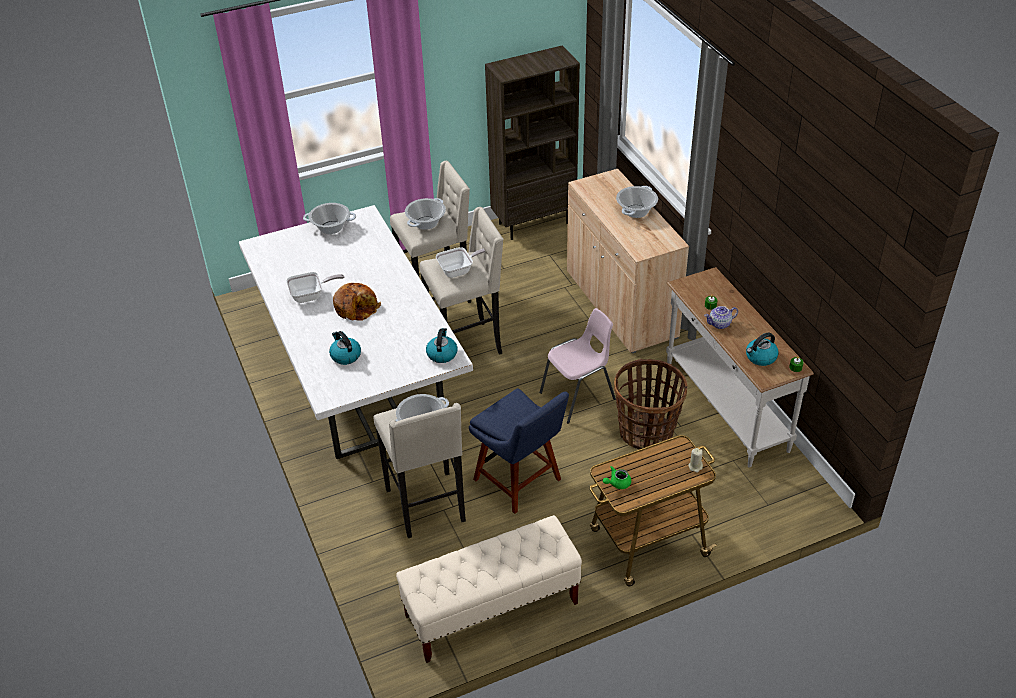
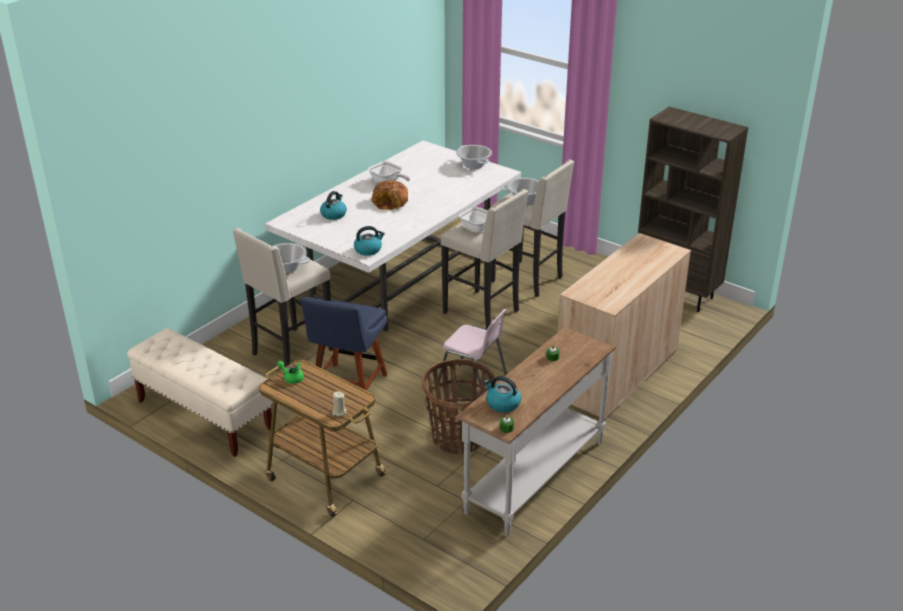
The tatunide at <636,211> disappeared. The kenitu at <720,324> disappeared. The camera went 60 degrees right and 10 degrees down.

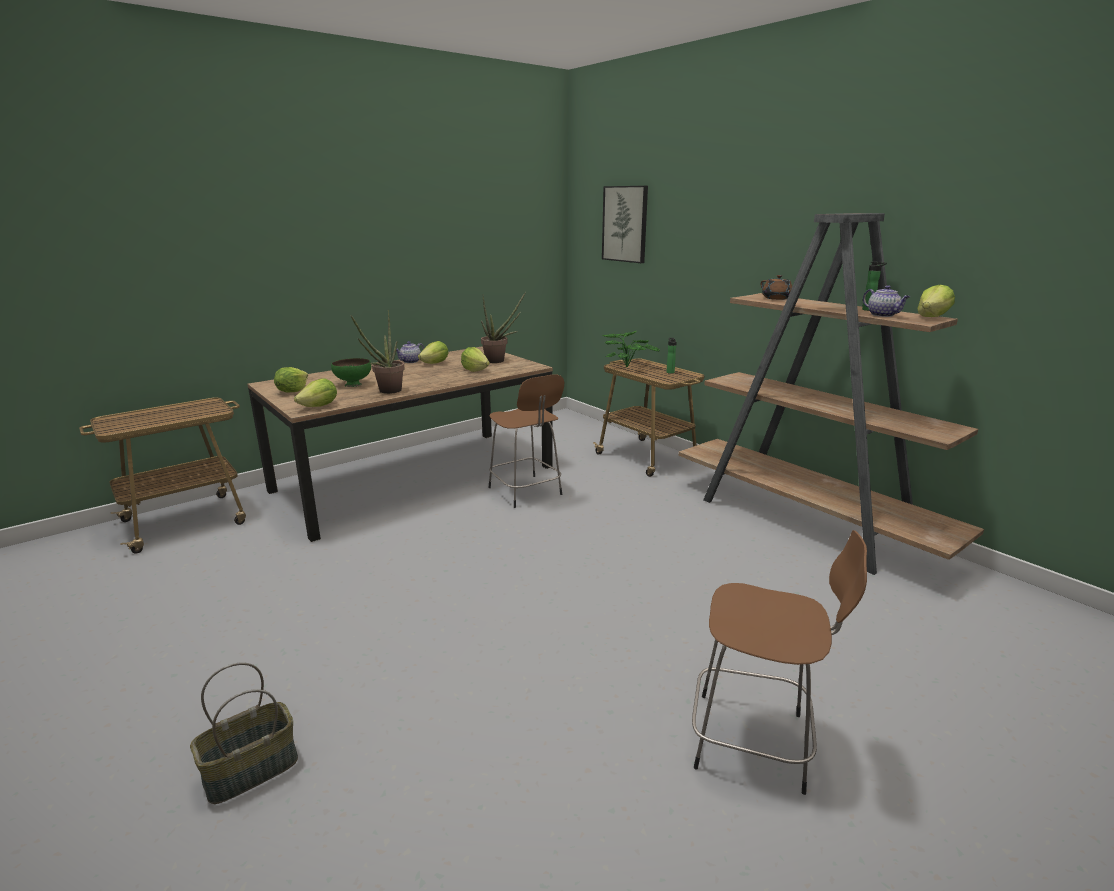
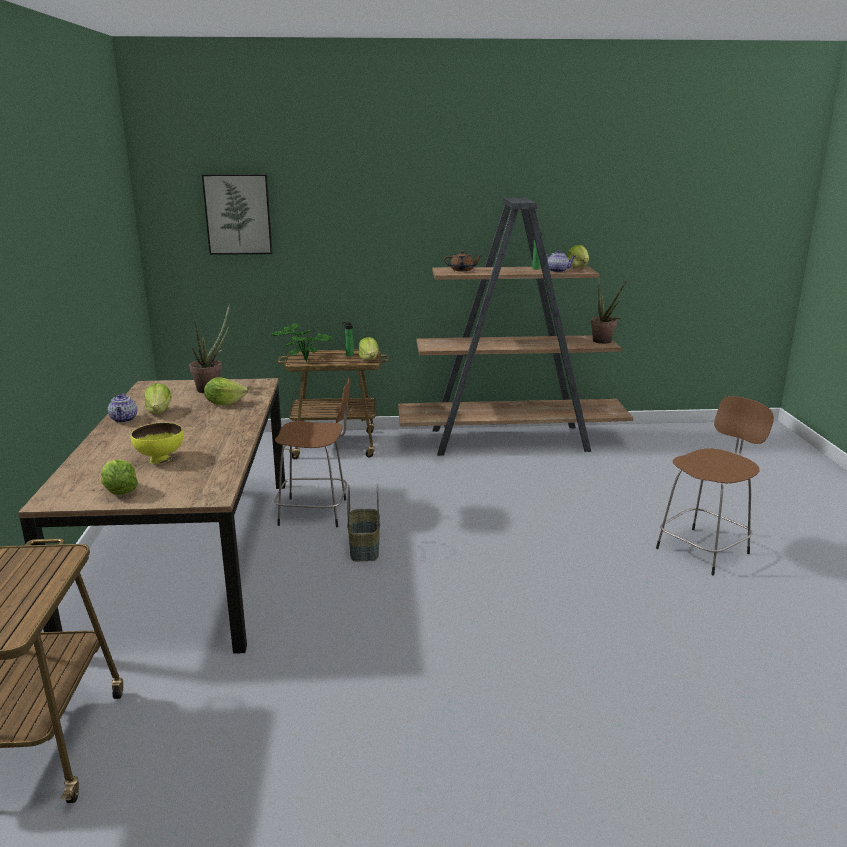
The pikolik moved from <251,772> to <365,548>. The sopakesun moved from <319,406> to <369,359>. The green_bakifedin at <353,385> became the yellow_bakifedin at <160,459>. The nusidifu moved from <386,391> to <604,342>. The camera went 55 degrees left and 0 degrees up.

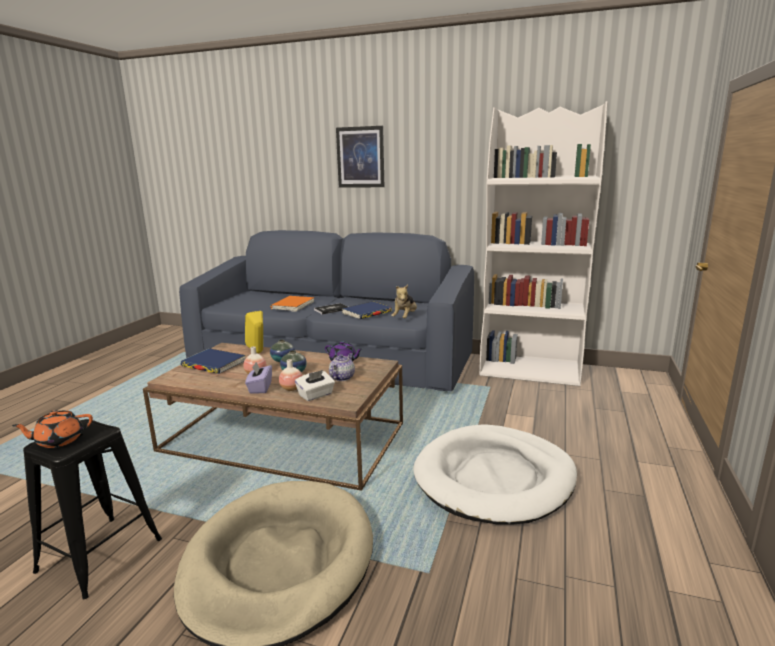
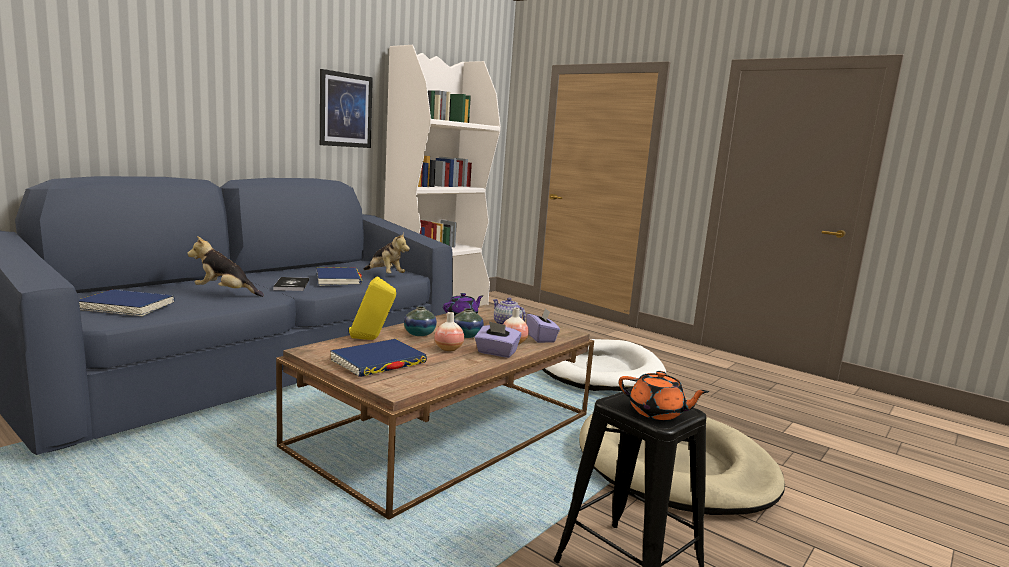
The orange_kenitu at <59,440> turned 60 degrees counterclockwise. The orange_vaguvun at <293,305> was replaced by the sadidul at <225,293>. The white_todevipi at <316,395> became the purple_todevipi at <541,338>. The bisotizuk moved from <360,157> to <345,110>. The blue_vaguvun at <126,306> appeared. The camera went 70 degrees left and 5 degrees down.

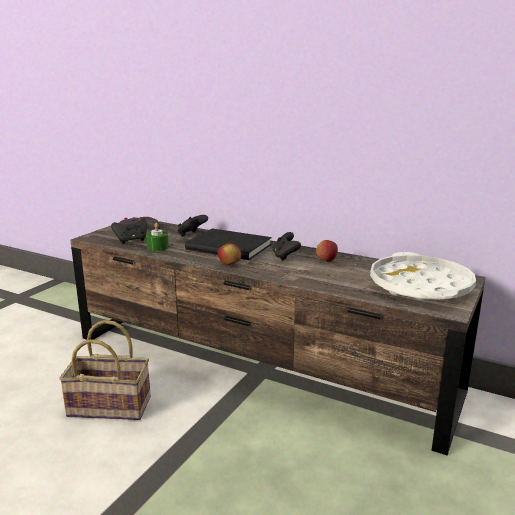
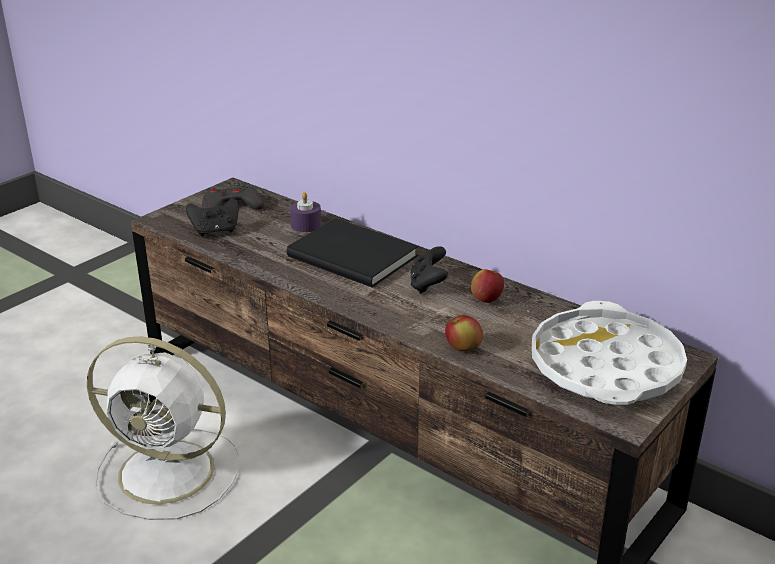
The pikolik at <112,405> was replaced by the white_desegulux at <171,472>. The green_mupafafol at <157,247> disappeared. The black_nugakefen at <191,235> was replaced by the purple_mupafafol at <306,225>. The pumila moved from <229,264> to <463,348>. The camera went 10 degrees right and 10 degrees up.

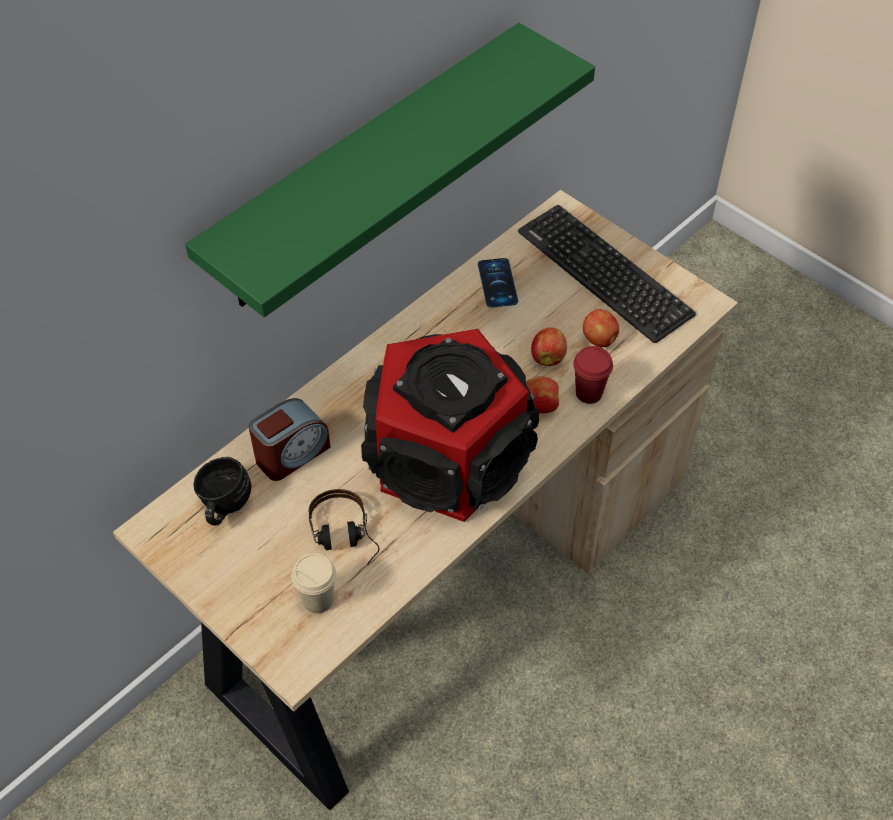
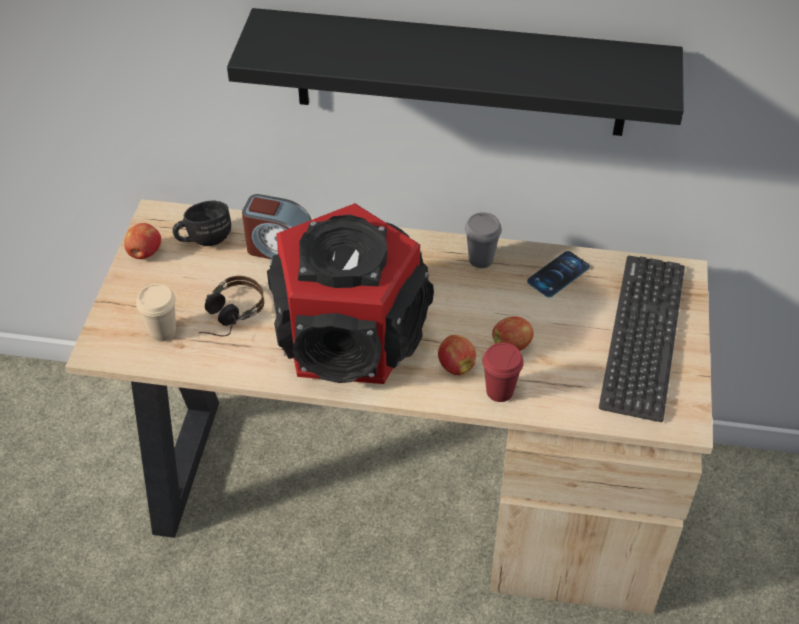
The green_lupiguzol at <367,169> became the black_lupiguzol at <460,73>. The pumila moved from <599,340> to <144,253>. The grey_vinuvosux at <480,259> appeared. The camera went 55 degrees right and 5 degrees down.

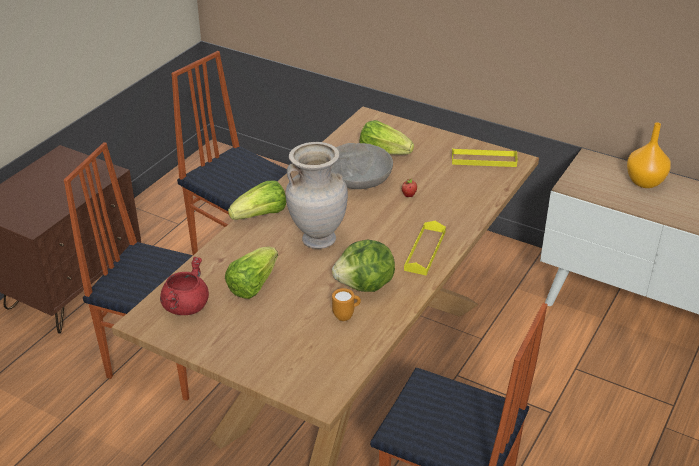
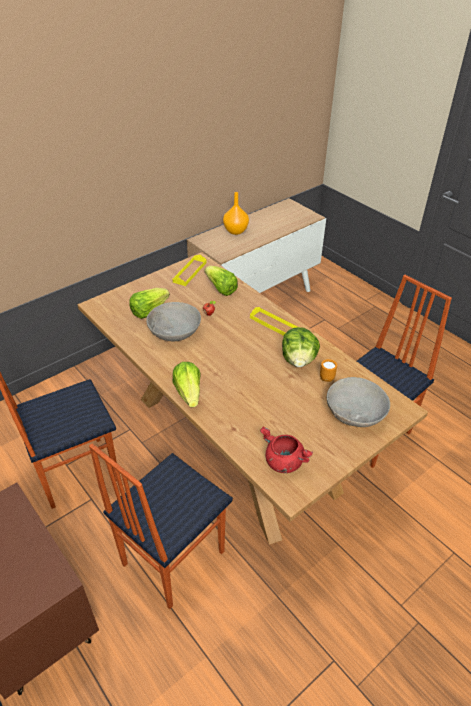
The sopakesun moved from <252,285> to <220,289>. The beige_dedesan at <318,239> disappeared. The grey_bakifedin at <355,413> appeared. The camera went 70 degrees left and 5 degrees up.

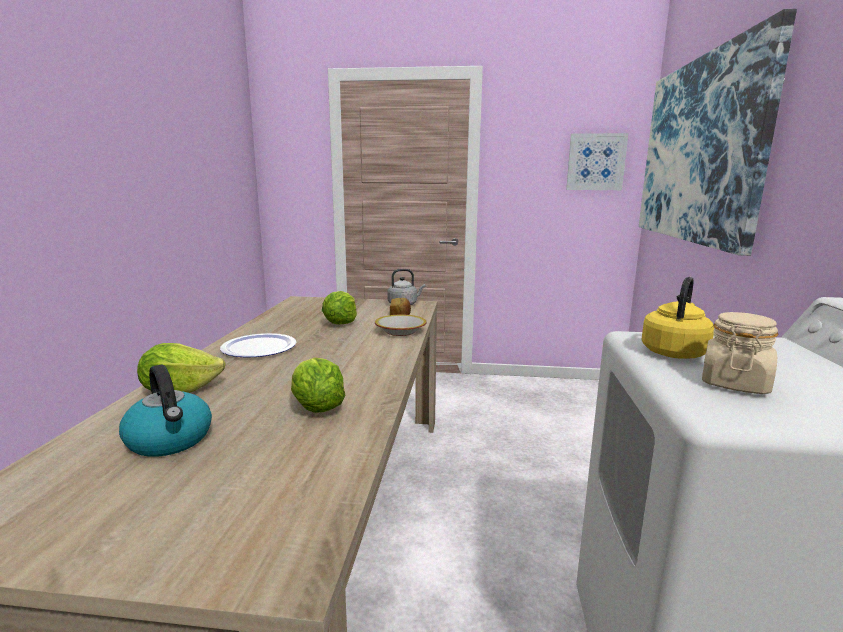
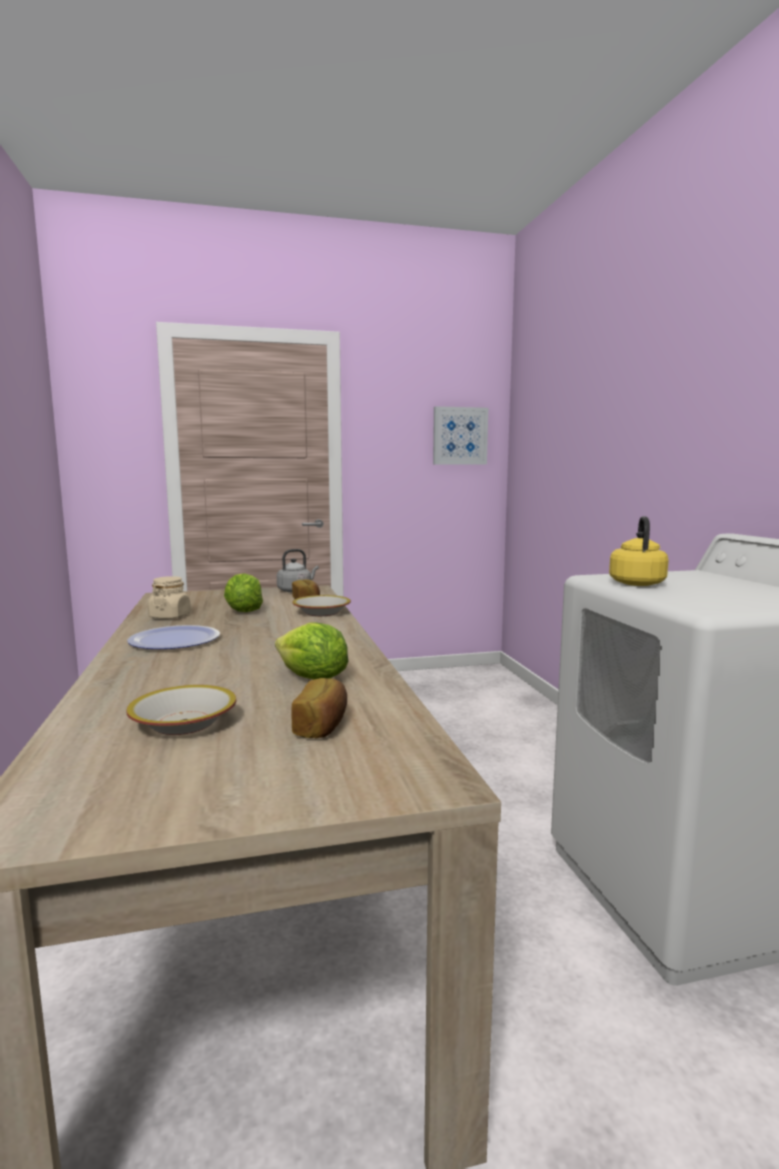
The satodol at <170,440> was replaced by the bakifedin at <184,723>. The sopakesun at <180,390> disappeared. The bisotizuk at <699,150> disappeared. The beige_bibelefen moved from <734,383> to <170,616>. The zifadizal at <323,726> appeared. The camera went 20 degrees left and 5 degrees down.

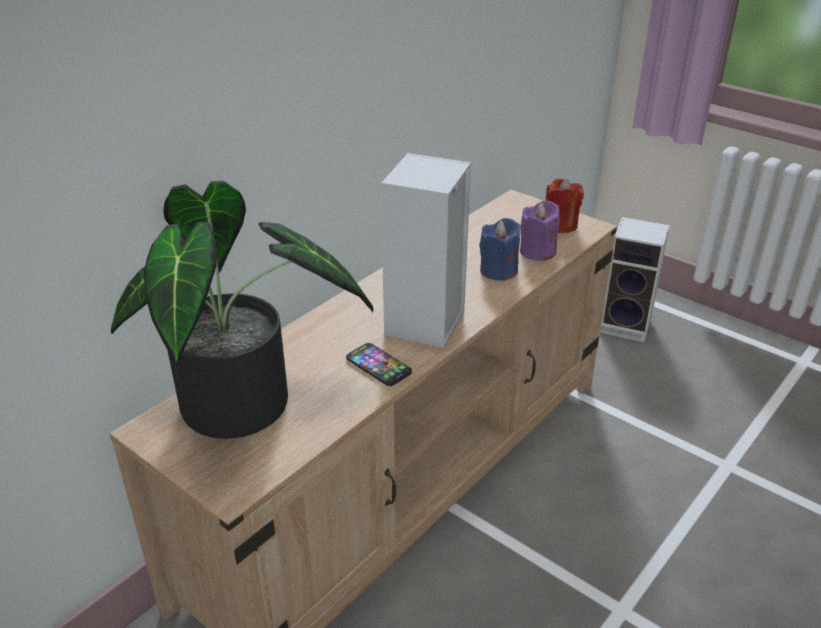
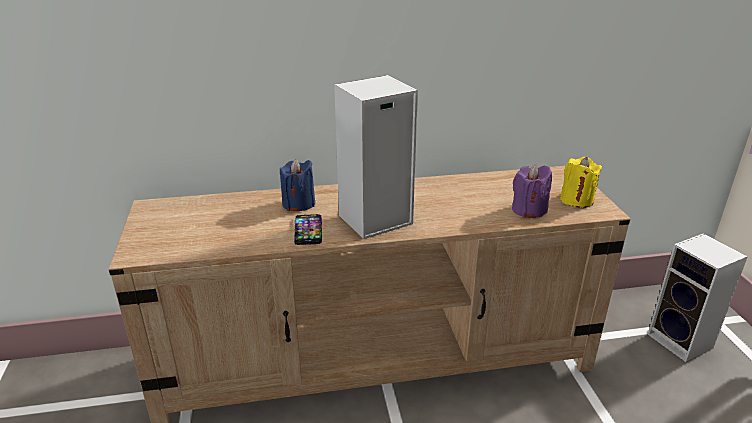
The nusidifu at <247,409> disappeared. The blue_mupafafol moved from <498,271> to <298,204>. The red_mupafafol at <560,225> became the yellow_mupafafol at <576,200>. The camera went 40 degrees right and 5 degrees down.

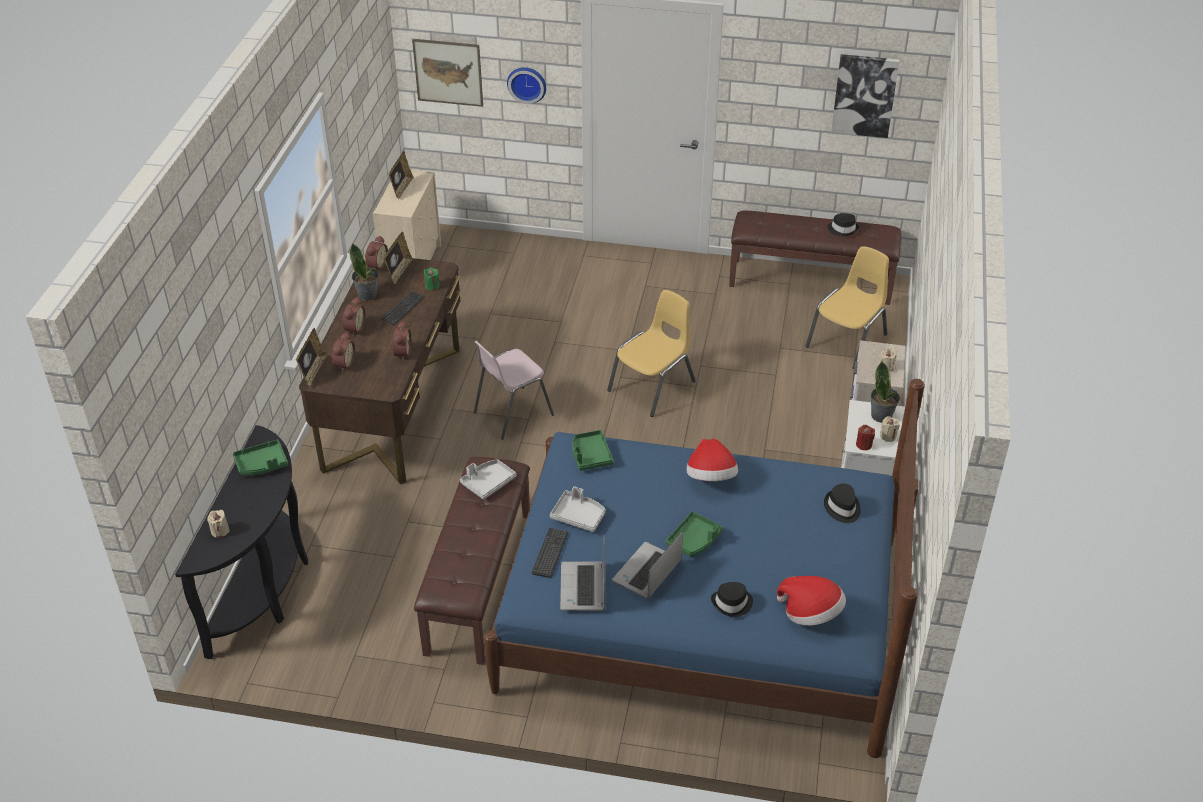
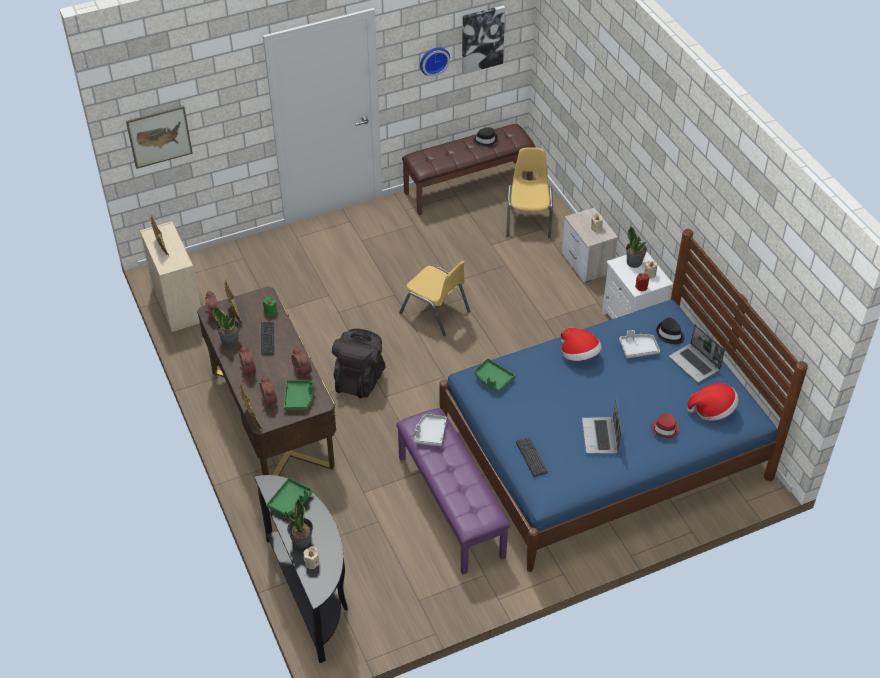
The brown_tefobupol at <480,582> became the purple_tefobupol at <451,506>. The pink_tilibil at <512,413> was replaced by the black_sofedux at <359,379>. The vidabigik moved from <527,83> to <433,60>. The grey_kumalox moved from <578,516> to <638,349>. The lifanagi moved from <584,588> to <695,364>. The yellow_tilibil at <653,386> turned 120 degrees clockwise. The green_kumalox moved from <694,540> to <299,398>. The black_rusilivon at <732,603> became the red_rusilivon at <665,428>. The nusidifu at <302,541> appeared. The camera went 35 degrees left and 5 degrees up.

